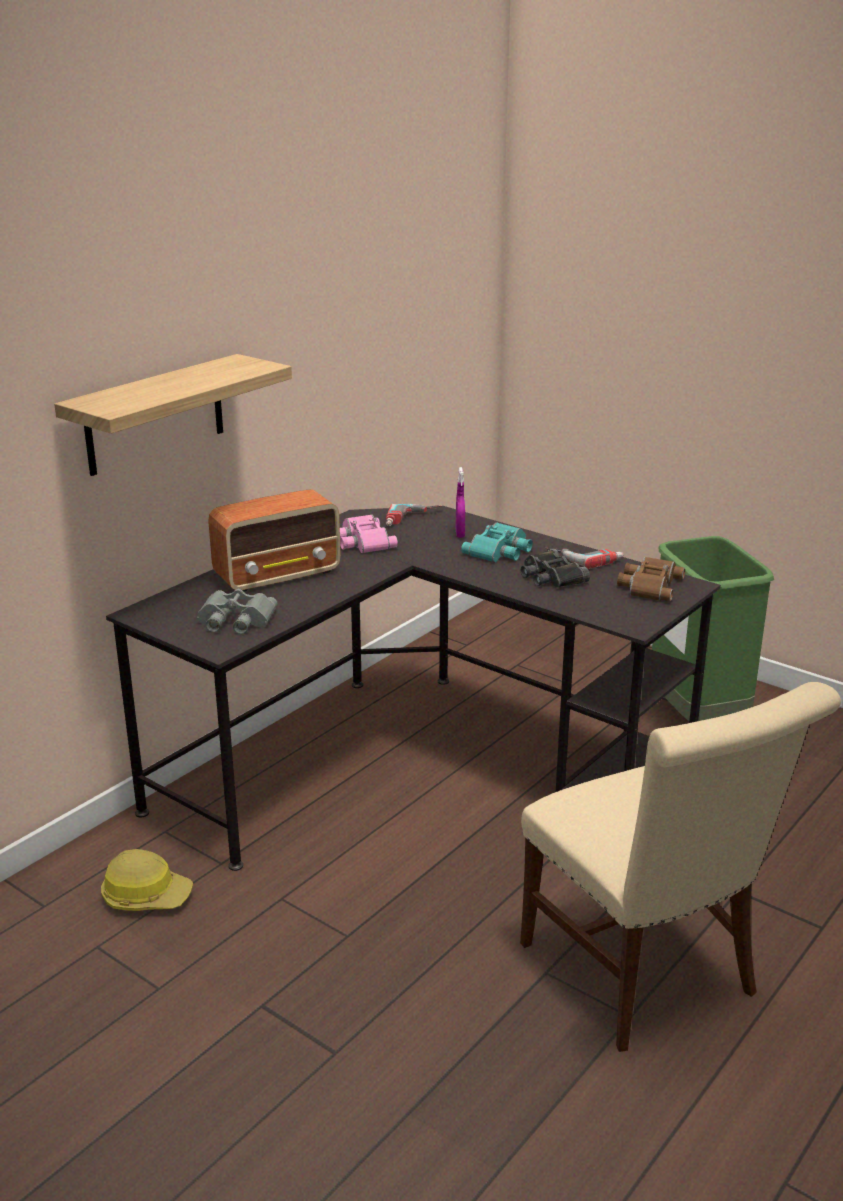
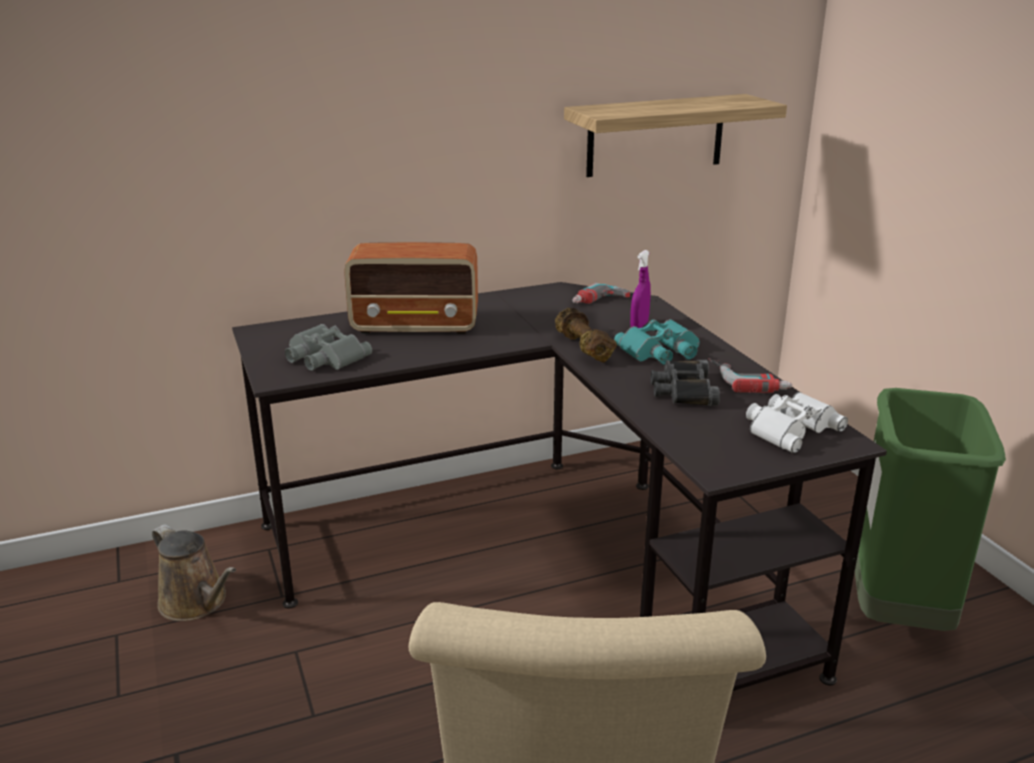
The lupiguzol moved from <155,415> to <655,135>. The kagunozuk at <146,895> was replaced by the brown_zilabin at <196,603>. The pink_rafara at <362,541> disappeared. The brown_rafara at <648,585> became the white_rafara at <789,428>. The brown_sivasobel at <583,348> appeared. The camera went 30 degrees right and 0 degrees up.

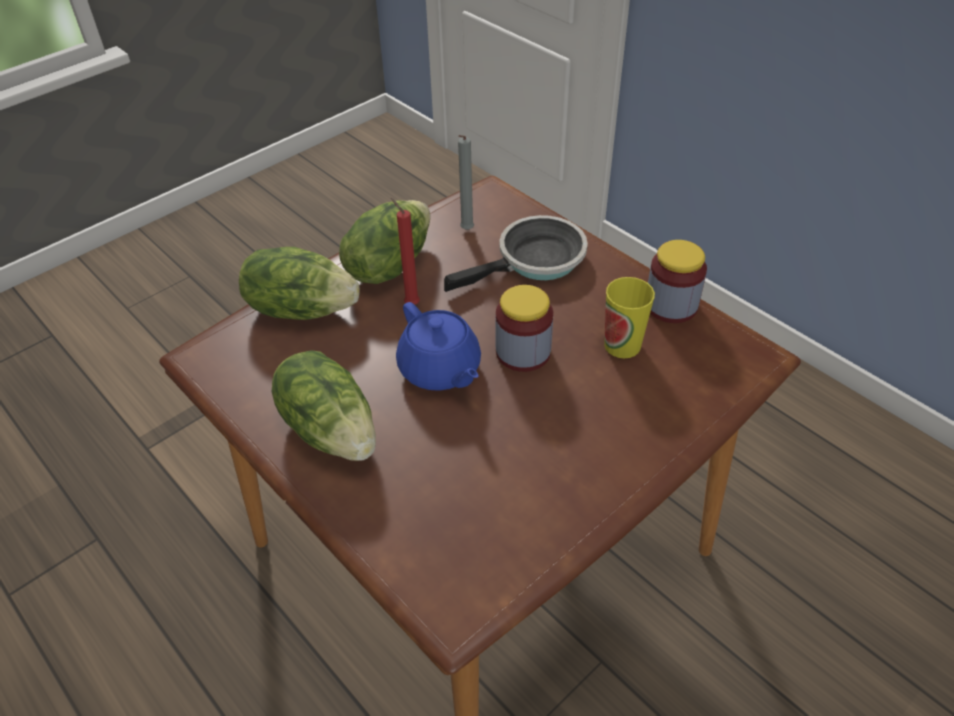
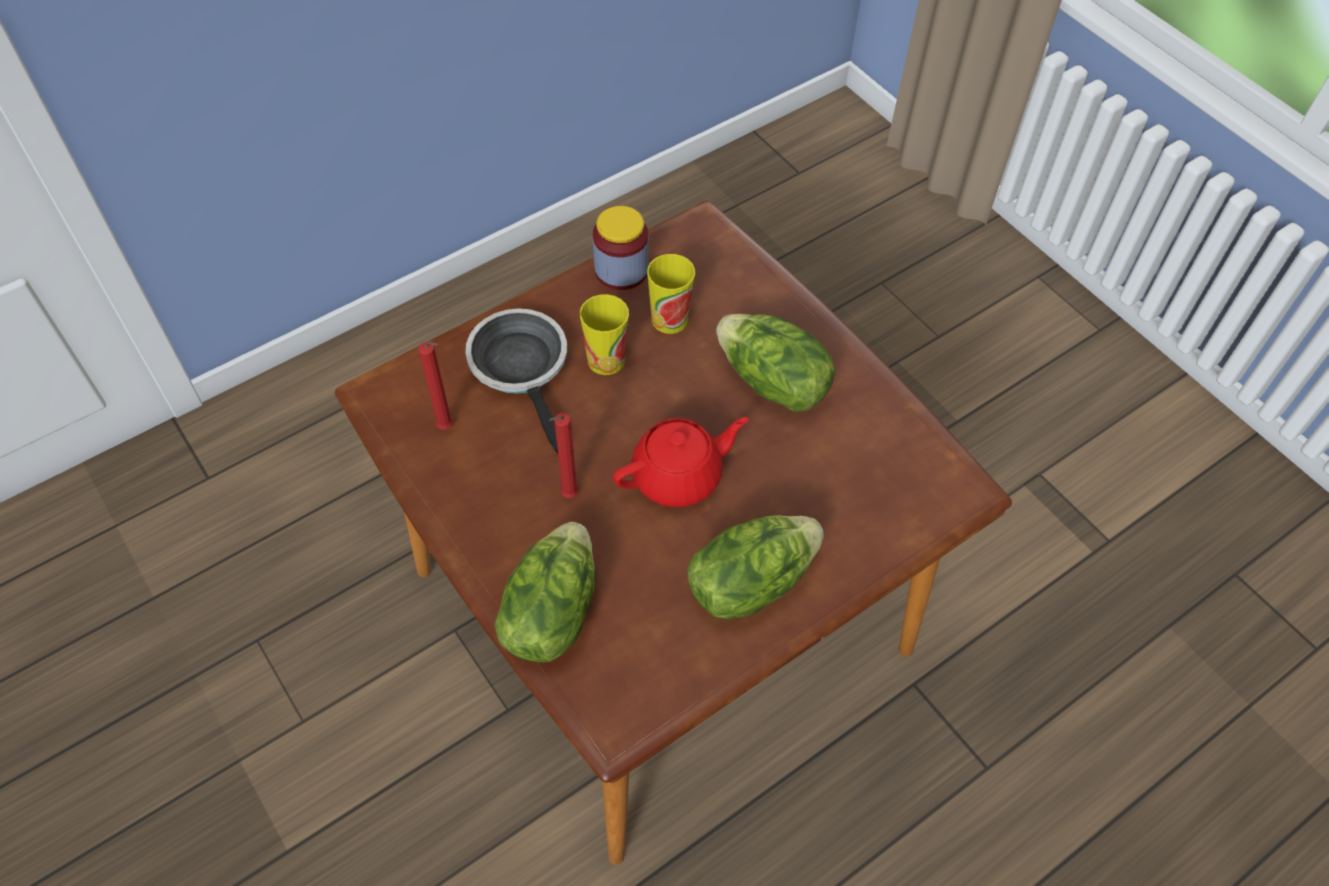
The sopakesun moved from <389,265> to <771,383>. The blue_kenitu at <440,370> became the red_kenitu at <679,476>. The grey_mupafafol at <466,231> became the red_mupafafol at <447,428>. The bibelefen at <523,352> disappeared. The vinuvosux at <606,360> appeared. The camera went 85 degrees left and 10 degrees up.

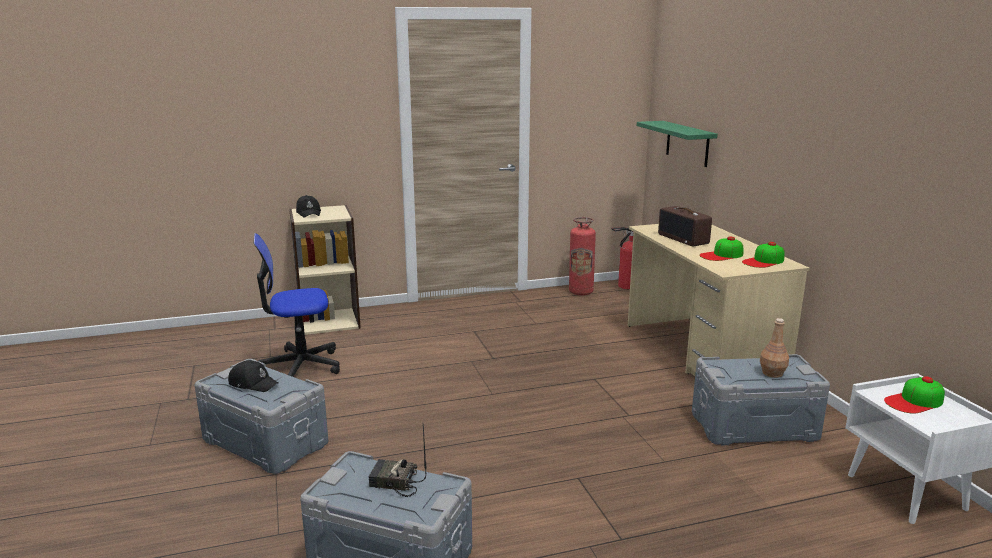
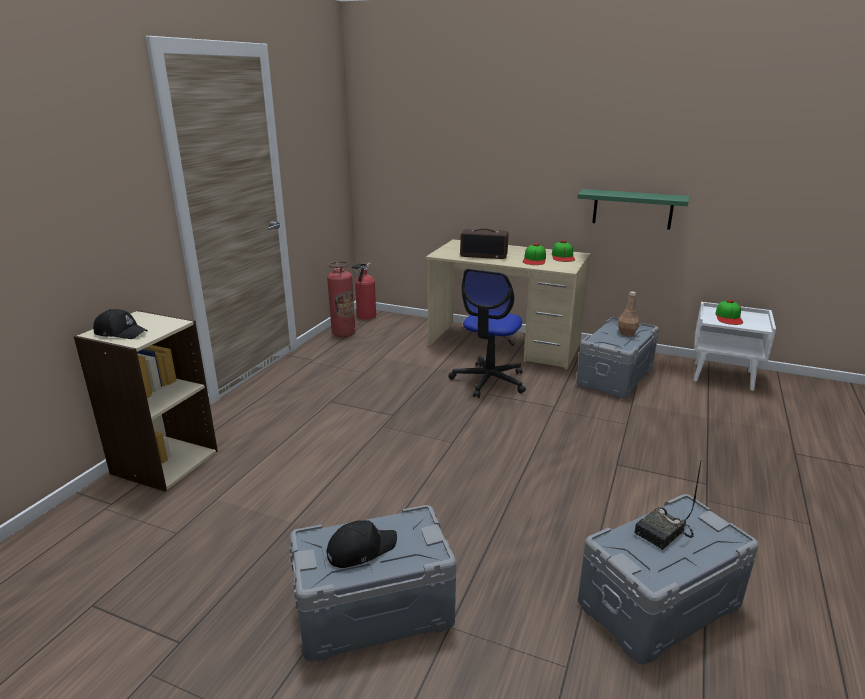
The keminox moved from <300,366> to <489,381>. The green_lupiguzol moved from <687,143> to <632,209>. The camera went 50 degrees left and 5 degrees up.

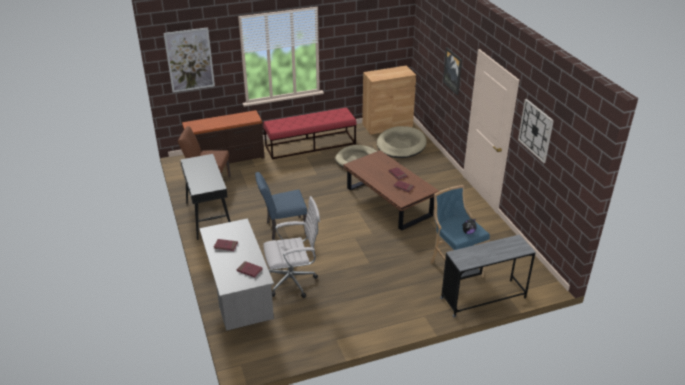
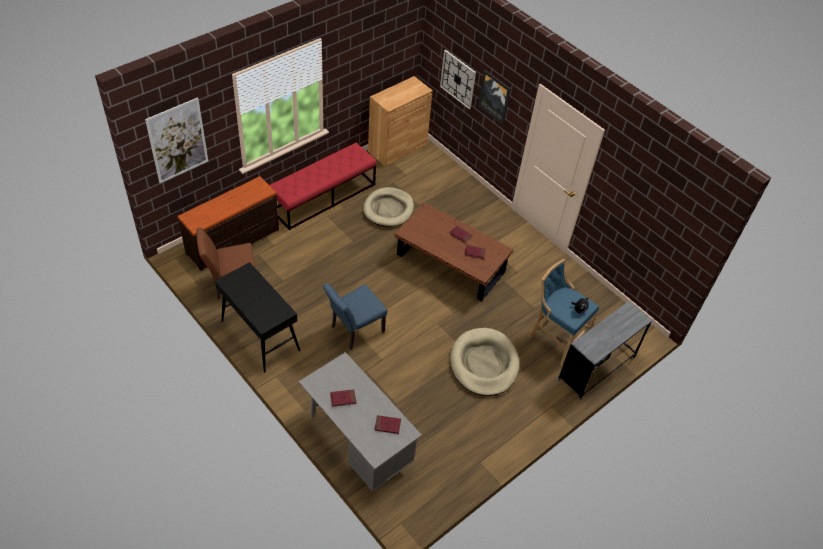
The white_keminox at <294,282> disappeared. The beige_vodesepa moved from <401,145> to <484,364>. The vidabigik moved from <535,130> to <458,79>. The camera went 25 degrees left and 15 degrees up.

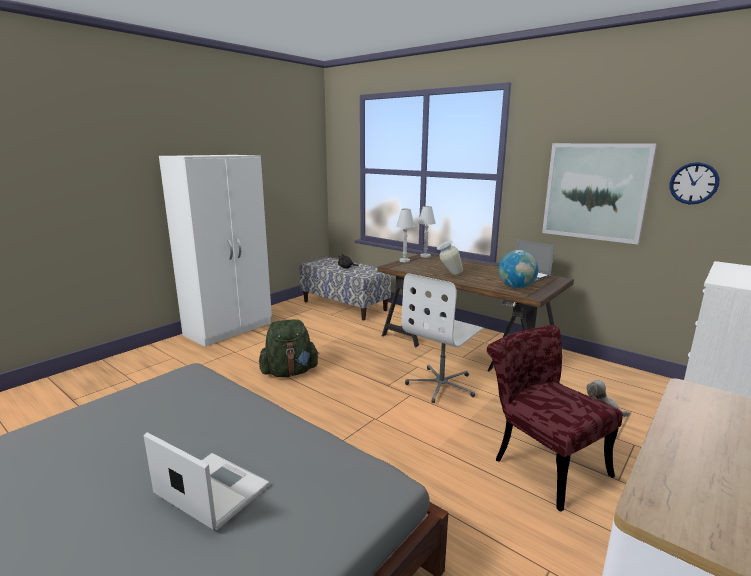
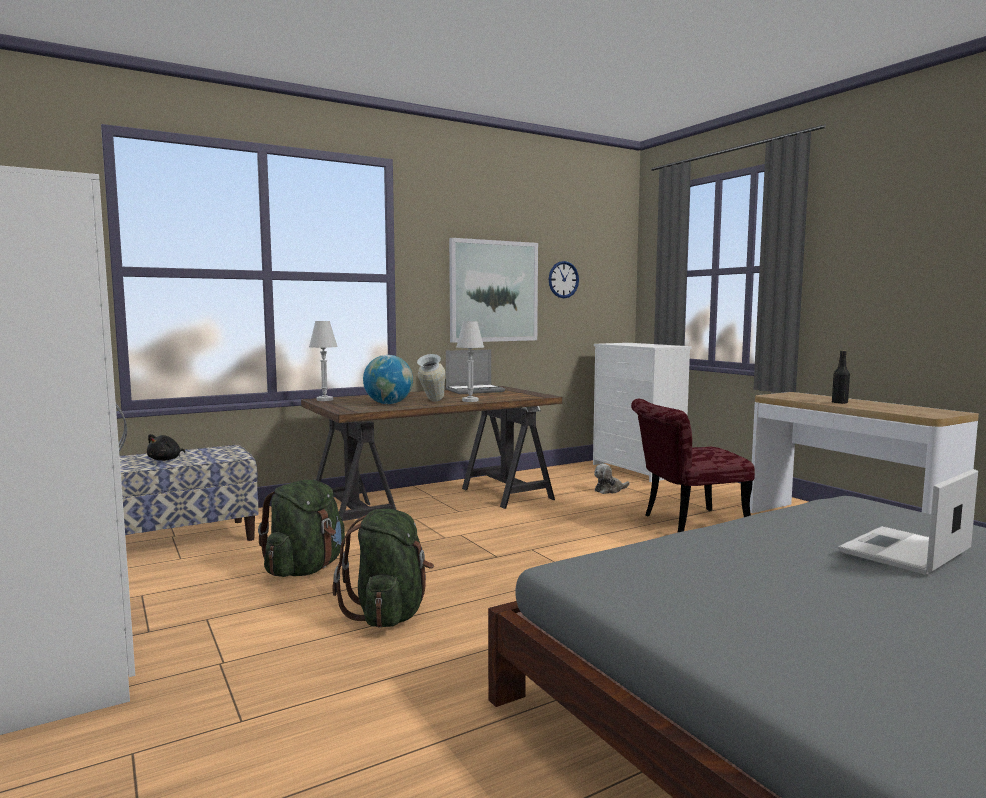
The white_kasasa moved from <404,261> to <470,400>. The white_keminox at <442,385> disappeared. The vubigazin moved from <516,287> to <388,404>. The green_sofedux at <305,569> appeared. The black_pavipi at <839,403> appeared. The camera went 70 degrees left and 10 degrees down.

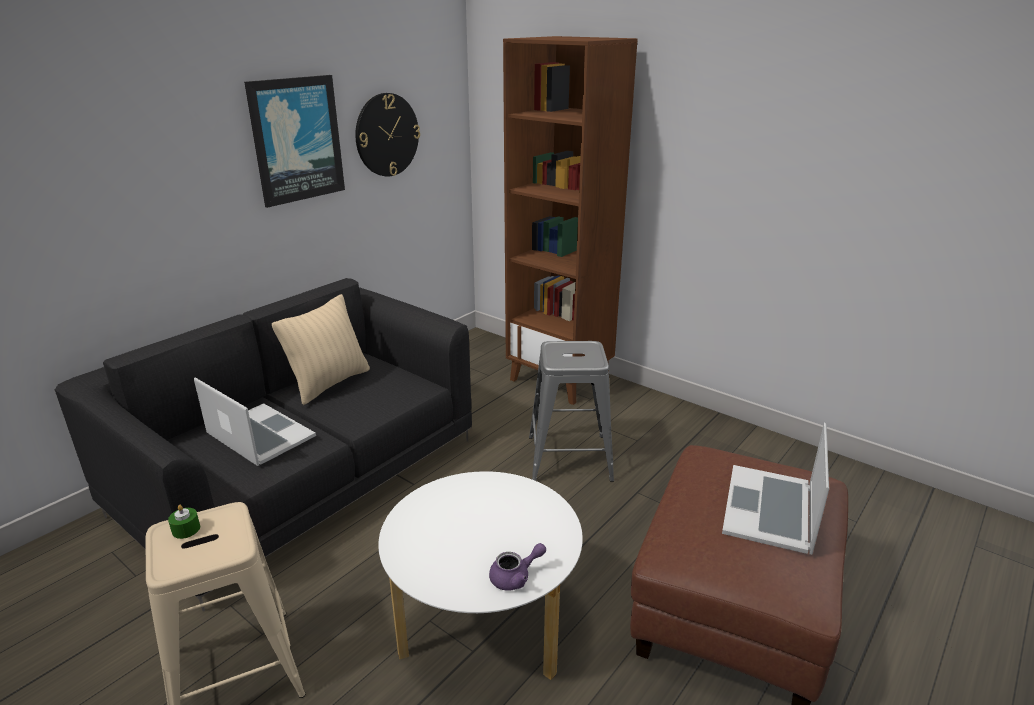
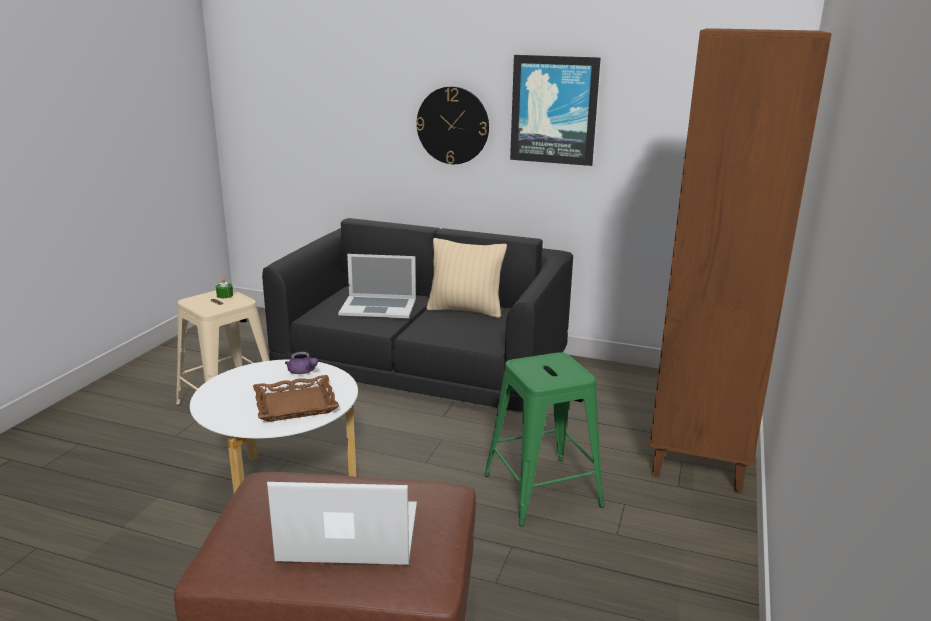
The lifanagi at <259,435> turned 75 degrees clockwise. The vidabigik moved from <387,135> to <453,125>. The purple_kenitu moved from <515,577> to <303,372>. The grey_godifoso at <569,458> became the green_godifoso at <541,490>. The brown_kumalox at <295,404> appeared. The camera went 70 degrees right and 5 degrees down.

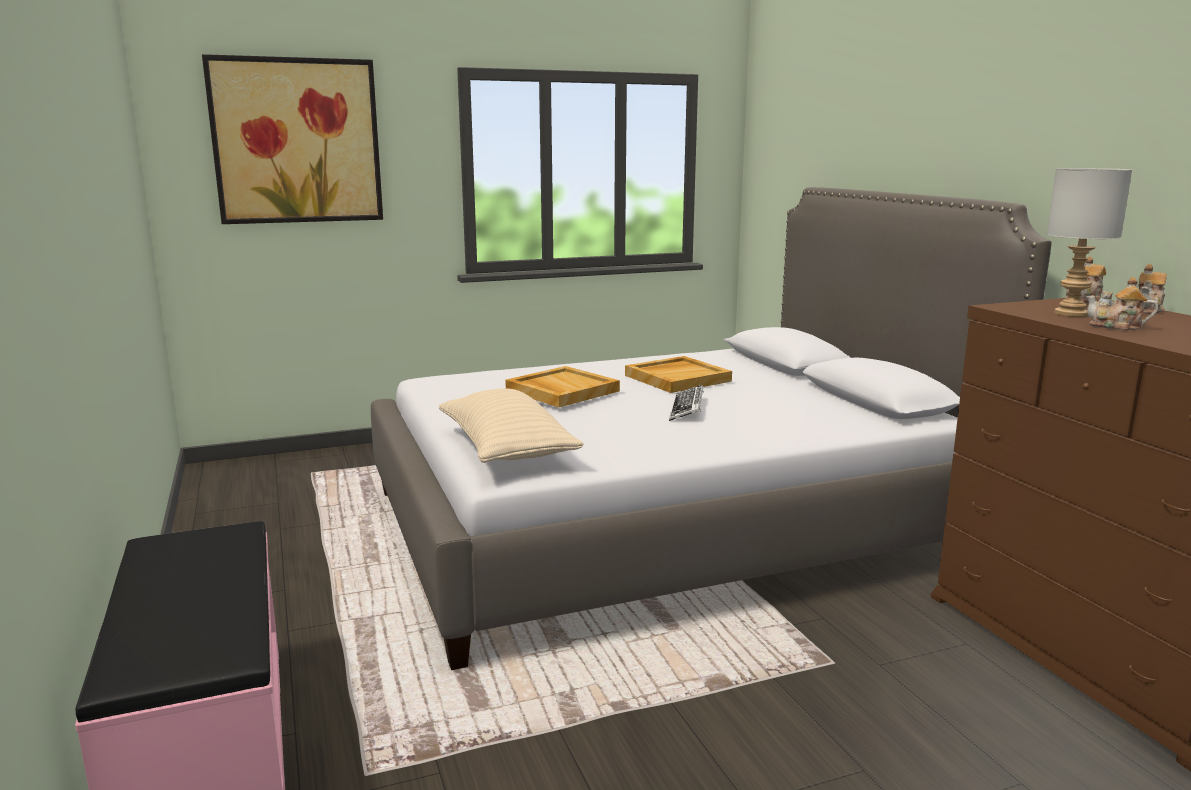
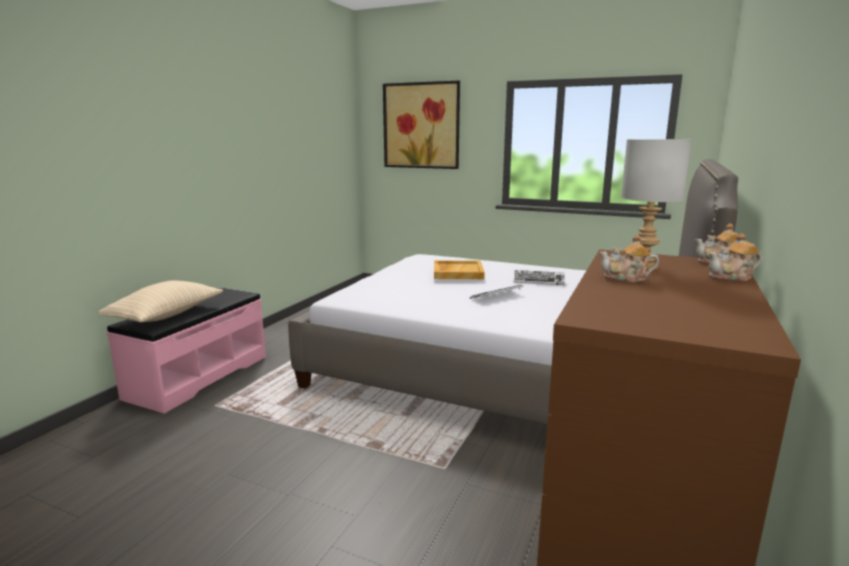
The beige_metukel moved from <507,450> to <166,315>. The beige_kumalox at <677,378> was replaced by the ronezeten at <539,281>. The kenitu at <1116,327> turned 60 degrees counterclockwise. The camera went 45 degrees right and 0 degrees up.

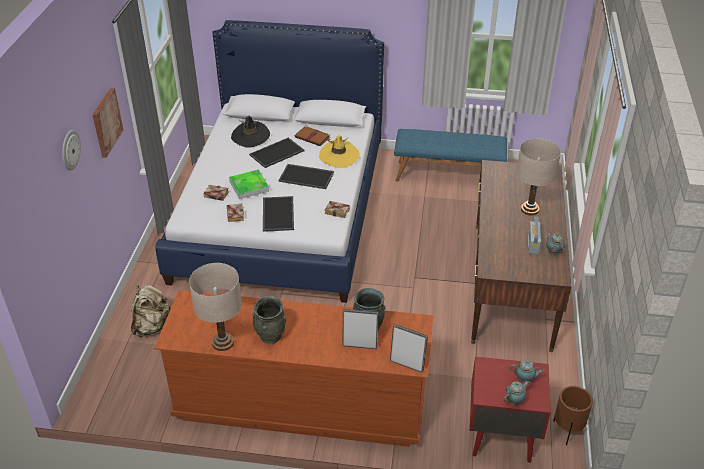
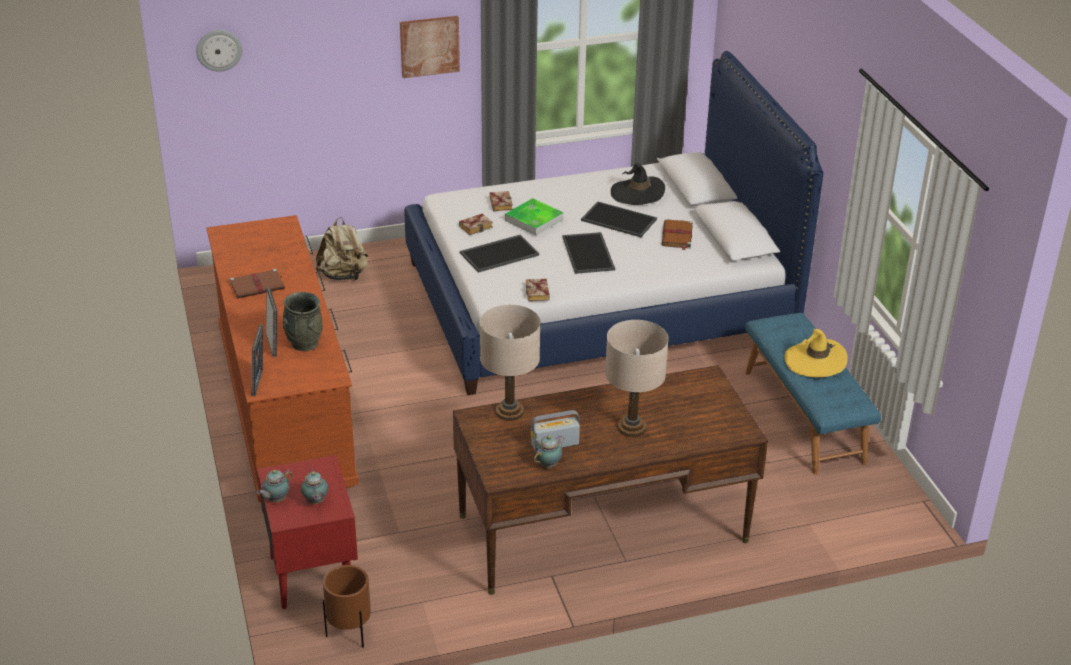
The vidabigik moved from <70,149> to <219,50>. The beige_kasasa moved from <222,342> to <509,412>. The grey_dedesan at <270,335> was replaced by the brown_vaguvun at <258,286>. The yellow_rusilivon moved from <339,156> to <815,361>. The kenitu at <514,401> turned 105 degrees clockwise. The camera went 65 degrees right and 5 degrees down.

